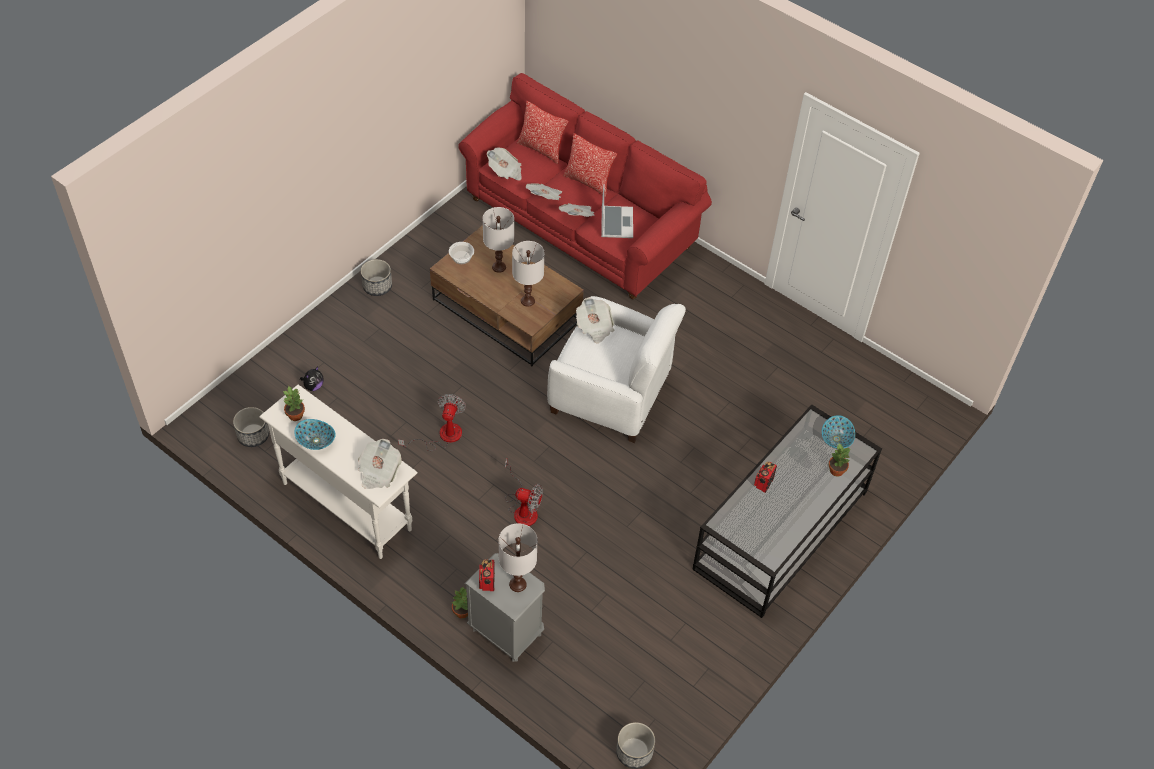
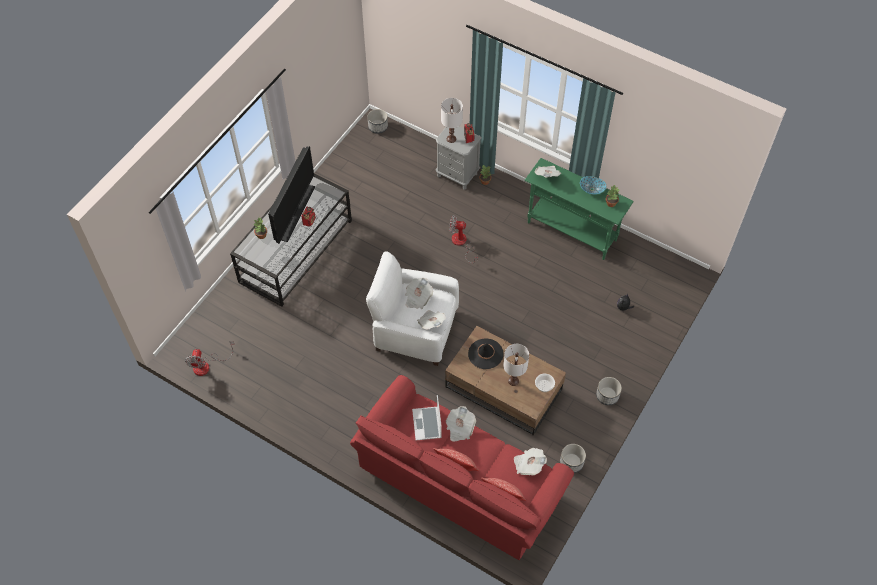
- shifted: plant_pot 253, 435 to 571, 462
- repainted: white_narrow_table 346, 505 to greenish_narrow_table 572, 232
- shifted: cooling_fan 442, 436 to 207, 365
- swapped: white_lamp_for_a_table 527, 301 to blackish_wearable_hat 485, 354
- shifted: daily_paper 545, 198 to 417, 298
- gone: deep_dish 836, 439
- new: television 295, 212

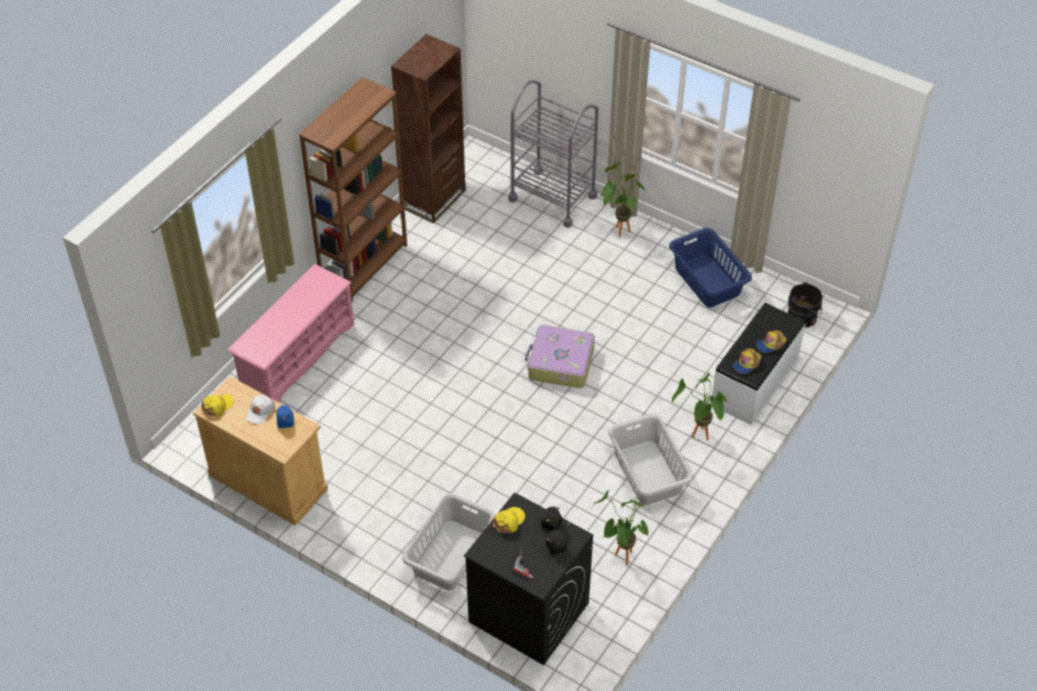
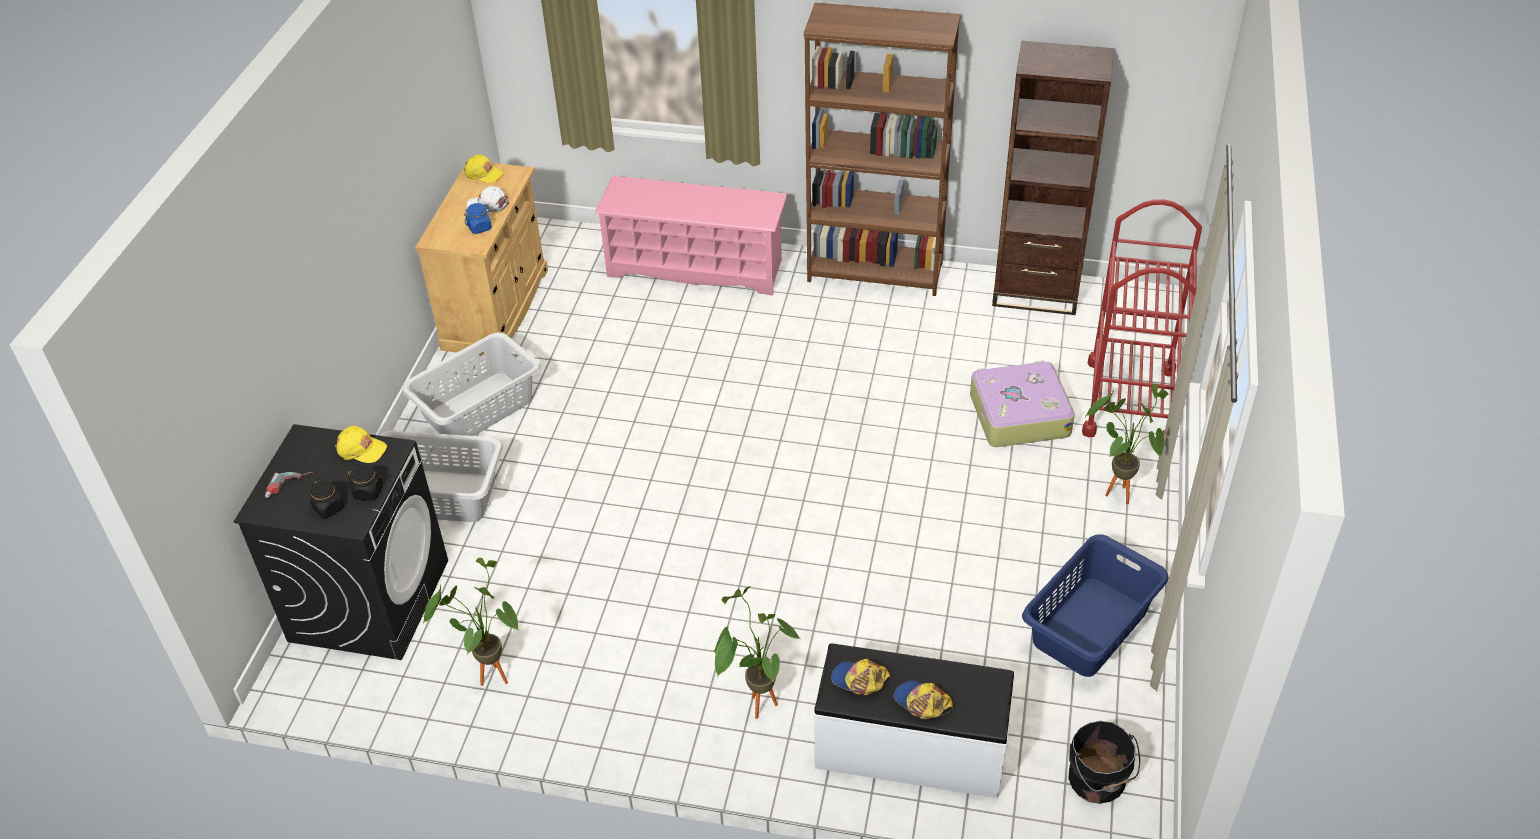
- repainted: greyish_wheeled_cart 552, 198 to red_wheeled_cart 1129, 402
- shifted: travel_case 560, 363 to 1018, 414
- shifted: greyish_hamper 647, 473 to 477, 408

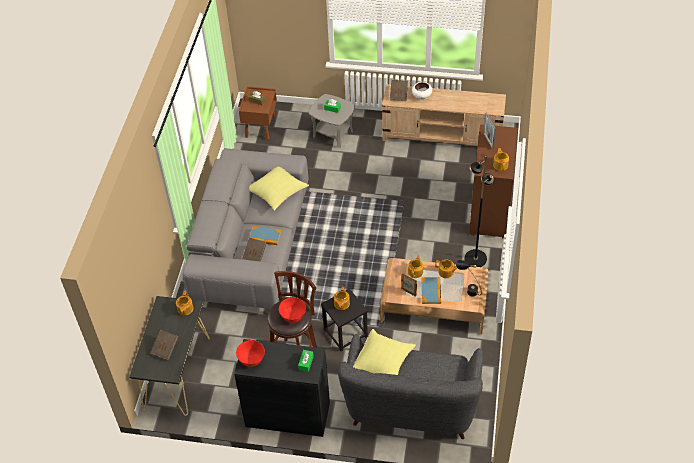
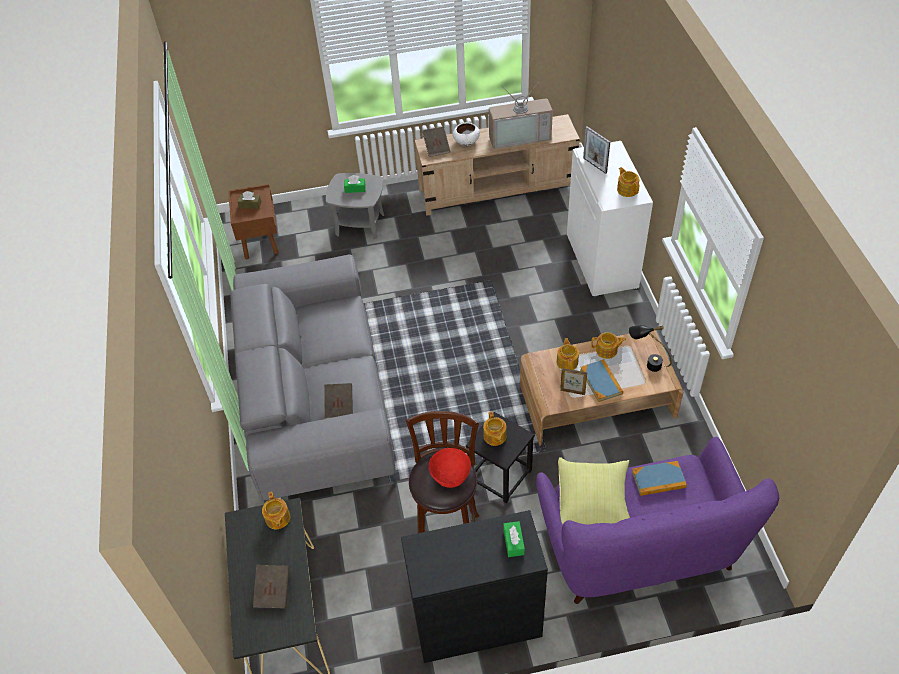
- gone: red_deep_dish 252, 360
- gone: yellow_throw_pillow 277, 193
- shifted: bound_book 265, 236 to 658, 480
- repainted: greyish_settee 411, 406 to purple-coloured_settee 639, 547
- gone: blackish_floor_lamp 475, 258
- repainted: brown_cupboard 490, 211 to white_cupboard 603, 262
- new: television 519, 135

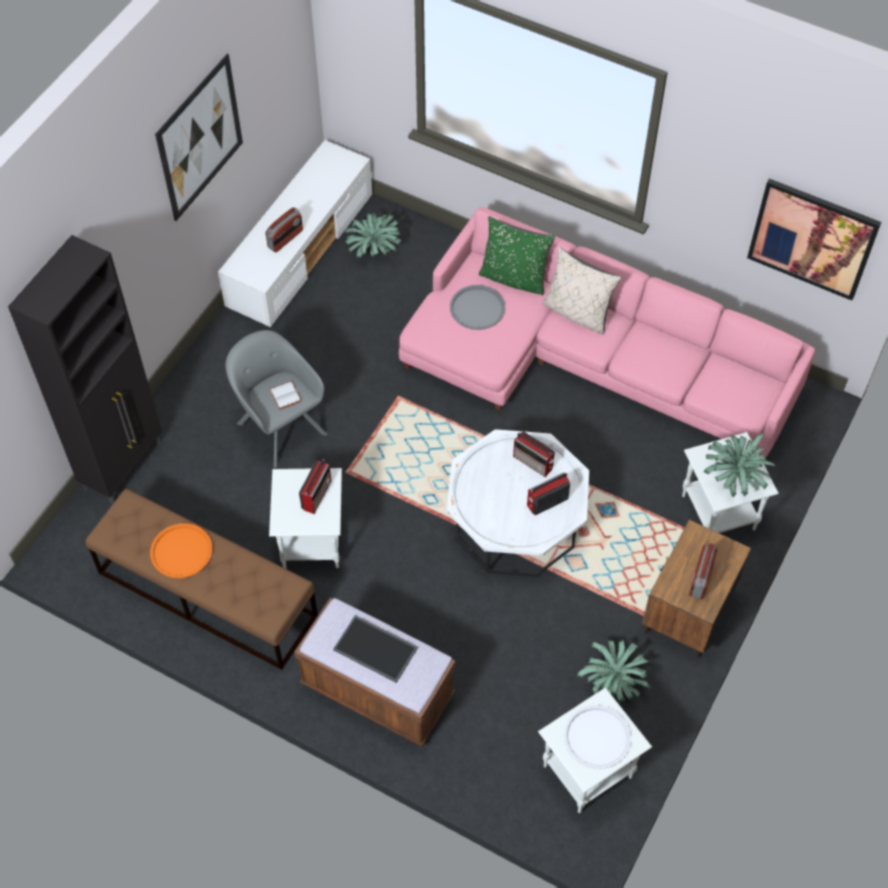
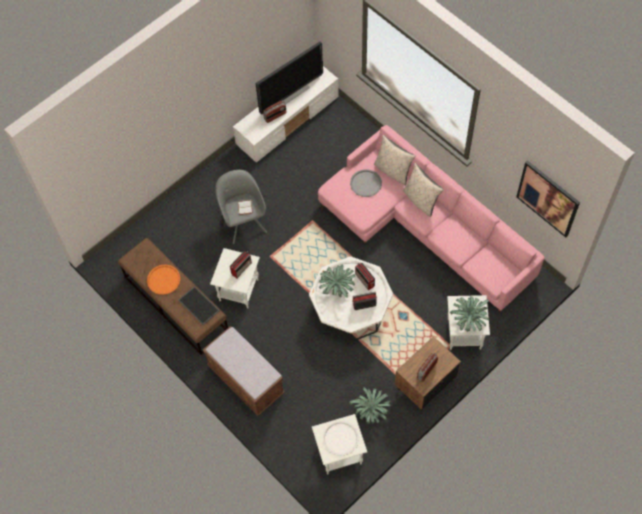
- gone: blackish_cupboard 124, 465
- gone: wall_art 200, 138
- shifted: tray 376, 648 to 199, 305
- shifted: houseplant 374, 249 to 337, 287
- repainted: greenish_throw_pillow 514, 278 to beige_throw_pillow 393, 171
- new: television 290, 94

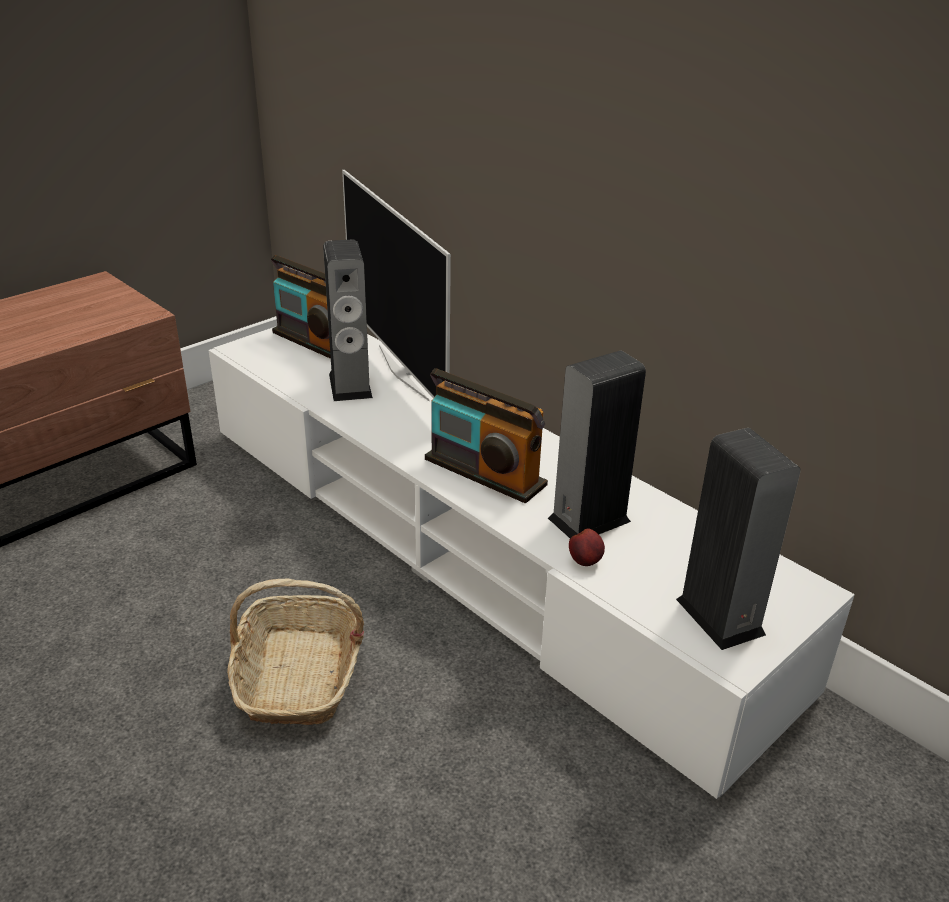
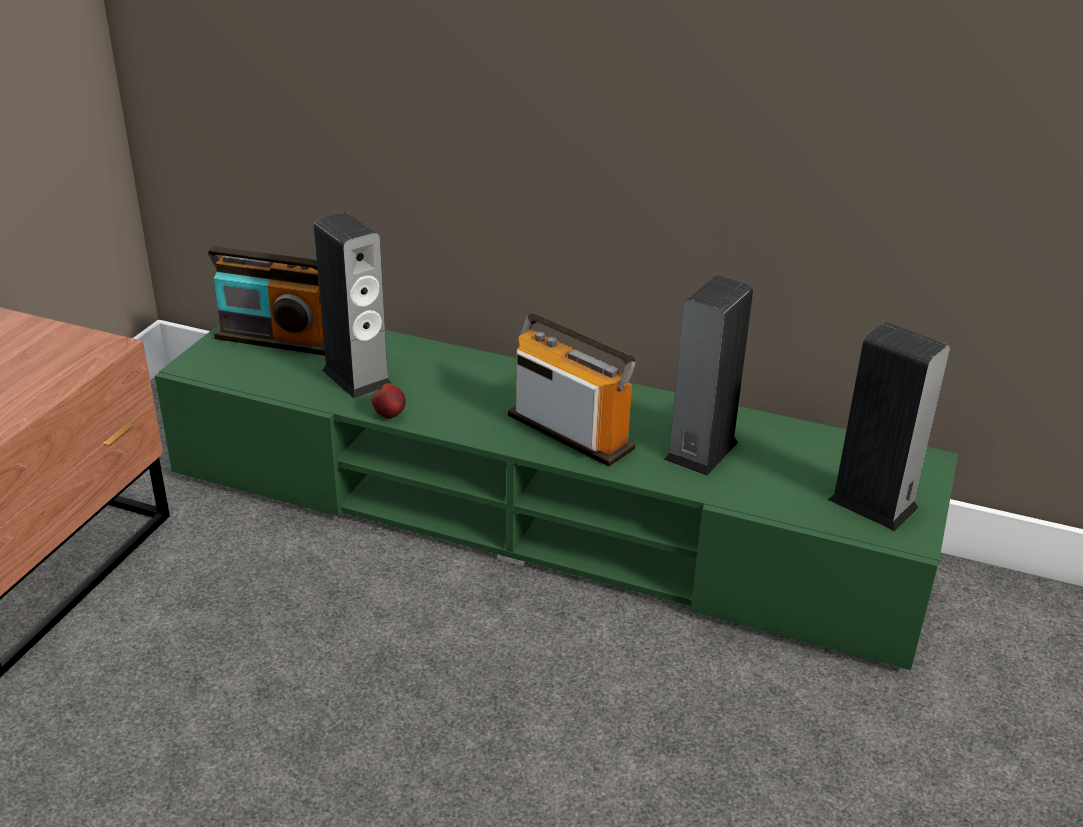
- repainted: white_tv_unit 473, 547 to greenish_tv_unit 540, 518
- gone: basket 298, 676
- gone: television 405, 372
- rotated: radio_set 484, 472 = 570, 432 150 degrees counterclockwise
- shifted: apple_fruit 586, 562 to 390, 415

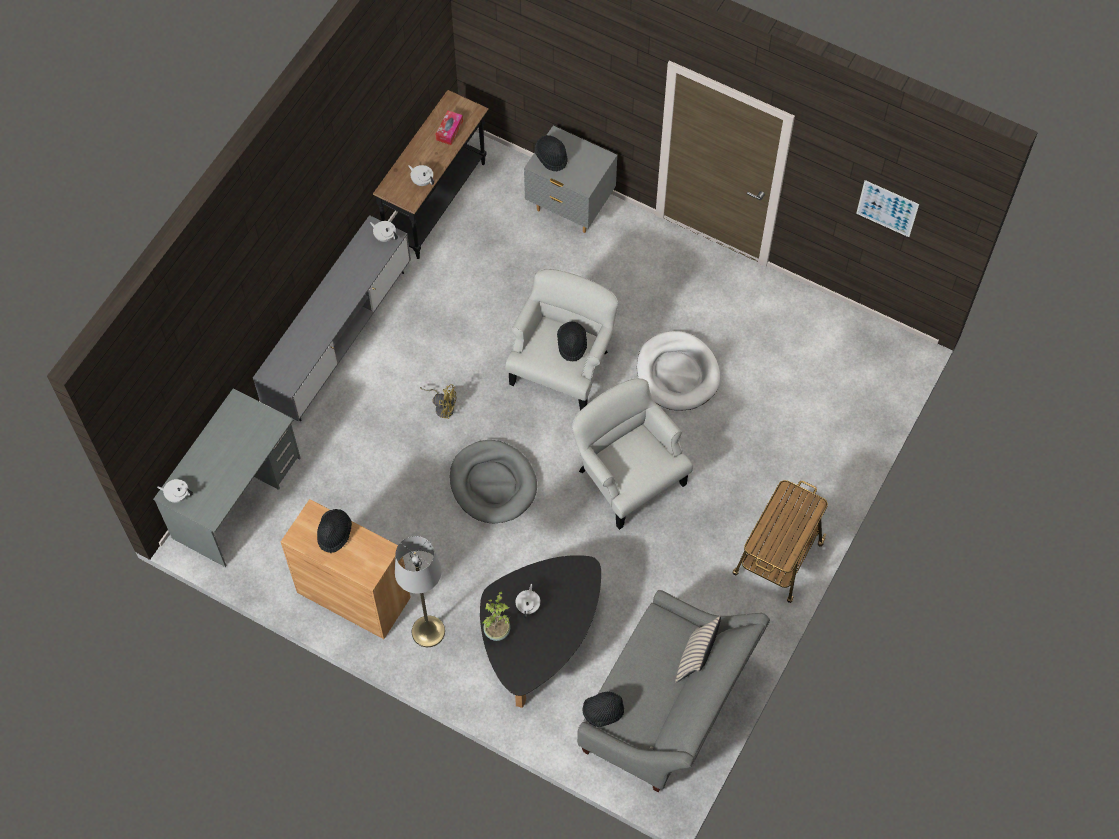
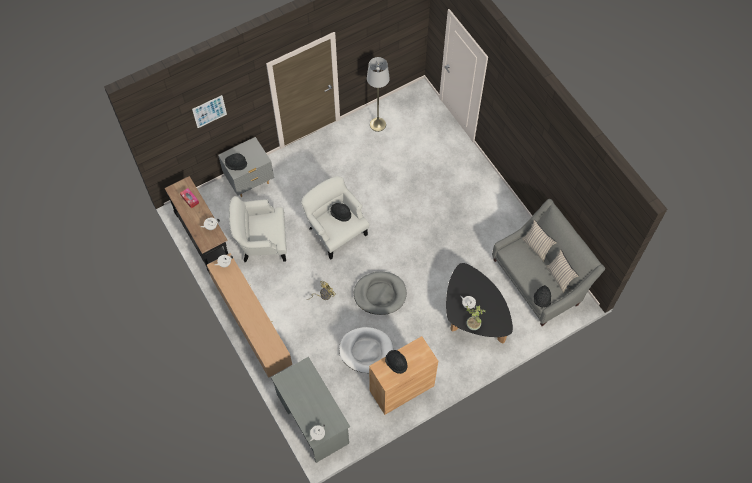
- repainted: greyish_tv_unit 339, 339 to brown_tv_unit 252, 324
- shifted: greyish_floor_lamp 428, 631 to 377, 124
- shifted: white_lounge_chair 628, 476 to 262, 243
- shifted: white_pet_bed 677, 373 to 366, 351
- gone: wheeled_cart 777, 560
- shifted: wall_art 887, 208 to 209, 111
- new: beige_throw_pillow 559, 277

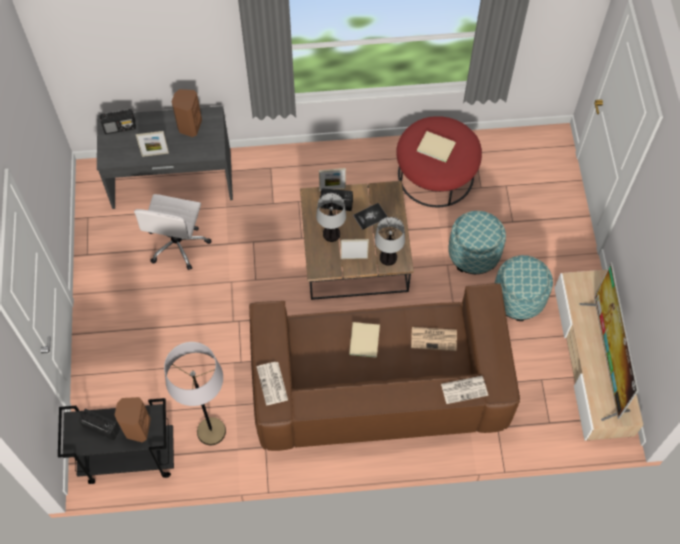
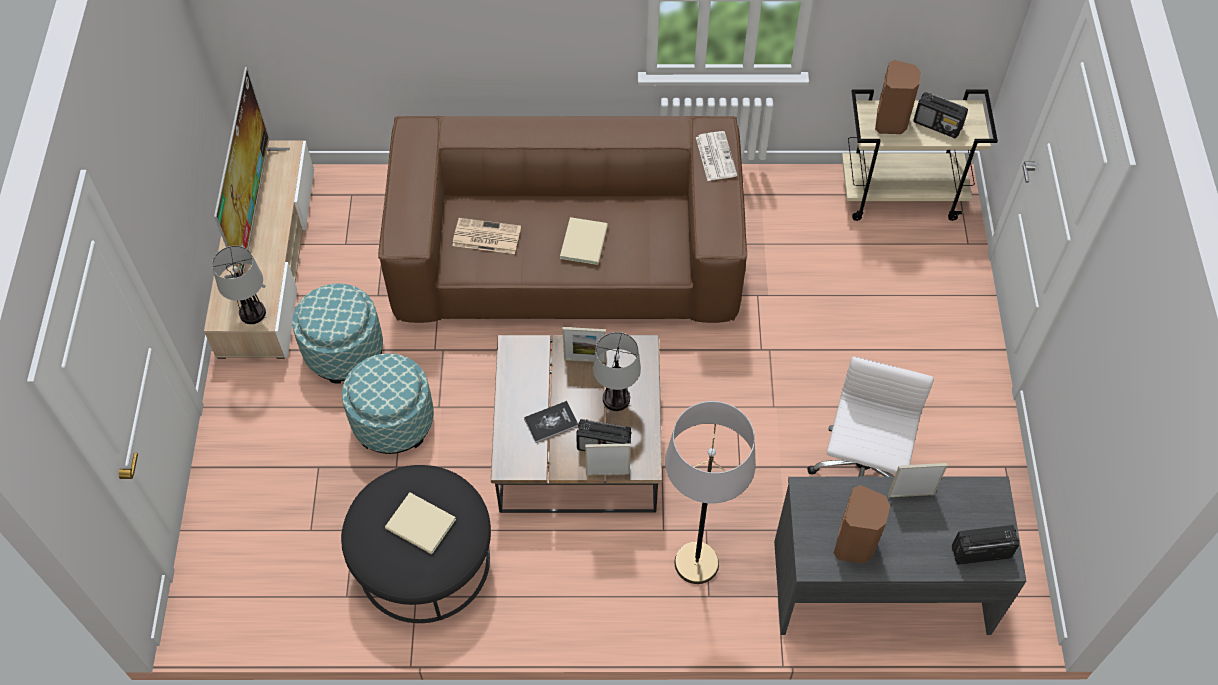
- repainted: blackish_wheeled_cart 128, 458 to beige_wheeled_cart 901, 194
- shifted: greyish_floor_lamp 211, 431 to 696, 563
- shifted: lamp_for_a_table 388, 257 to 252, 314
- repainted: red_ottoman 436, 174 to blackish_ottoman 423, 560
- gone: daily_paper 464, 389

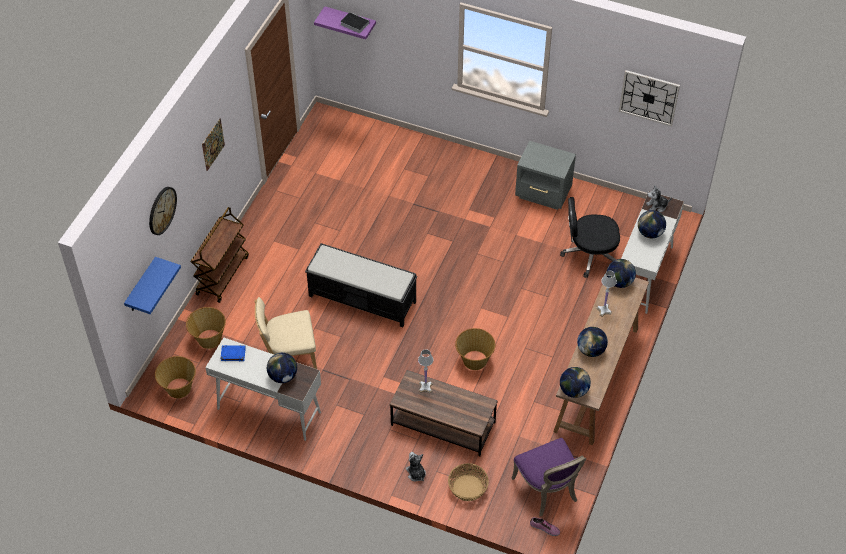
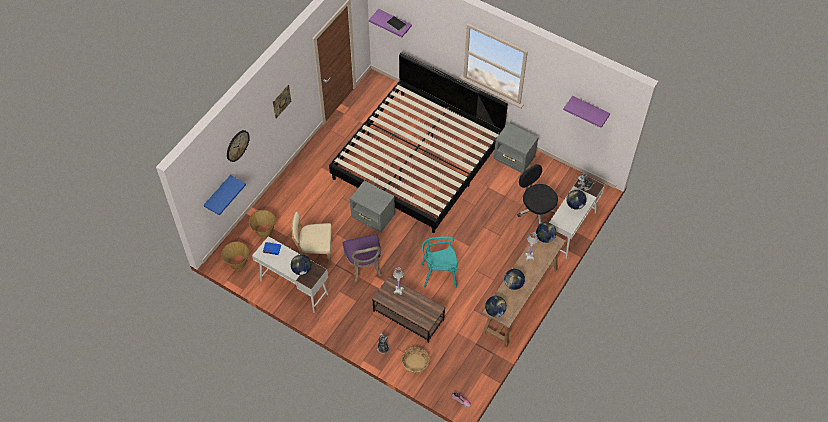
- gone: brown_wheeled_cart 222, 275
- swapped: blackish_indoor_bench 363, 299 to greyish_bedside_table 373, 218
- swapped: basket 474, 360 to turquoise-coloured_plain_chair 439, 274
- shifted: purple-coloured_plain_chair 548, 490 to 364, 266
- rotated: blackish_desk_chair 589, 255 = 536, 209 45 degrees clockwise
- swapped: hanging_clock 649, 97 to purple-coloured_shelf 590, 109
- new: bed 417, 160

